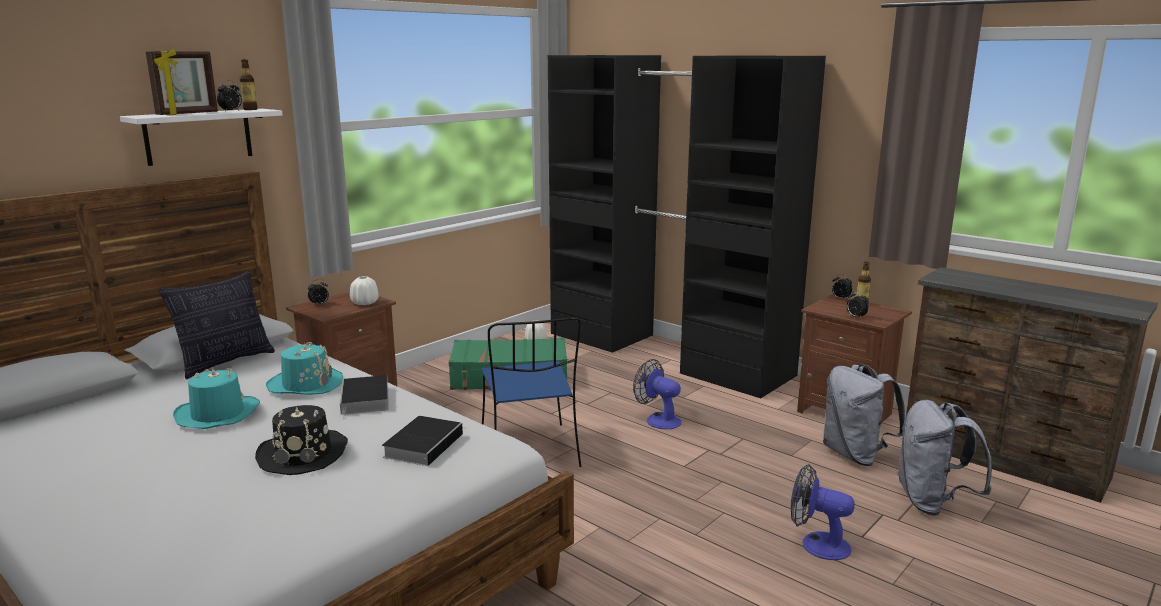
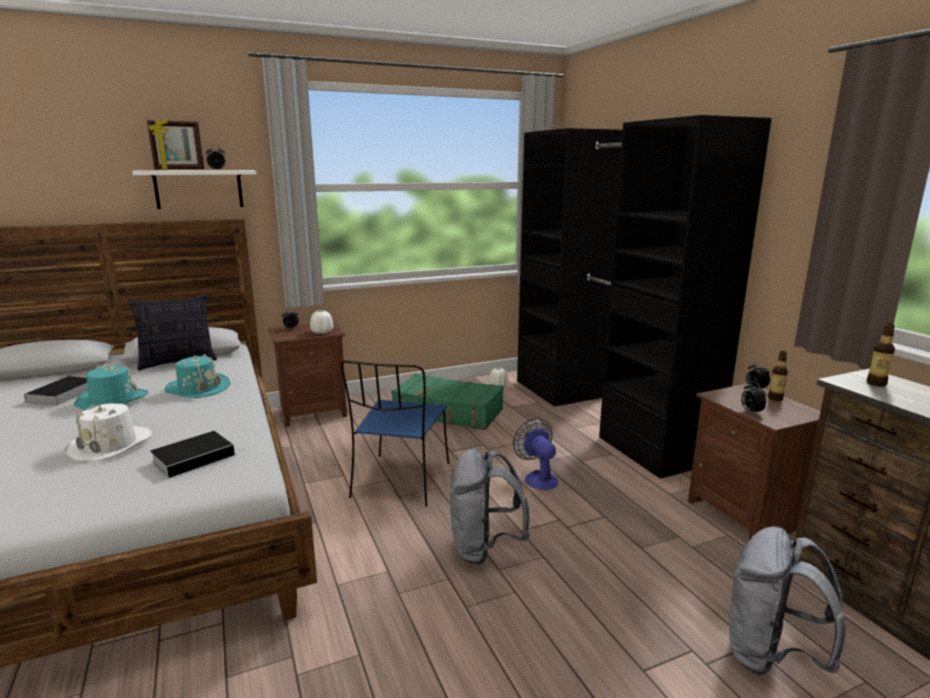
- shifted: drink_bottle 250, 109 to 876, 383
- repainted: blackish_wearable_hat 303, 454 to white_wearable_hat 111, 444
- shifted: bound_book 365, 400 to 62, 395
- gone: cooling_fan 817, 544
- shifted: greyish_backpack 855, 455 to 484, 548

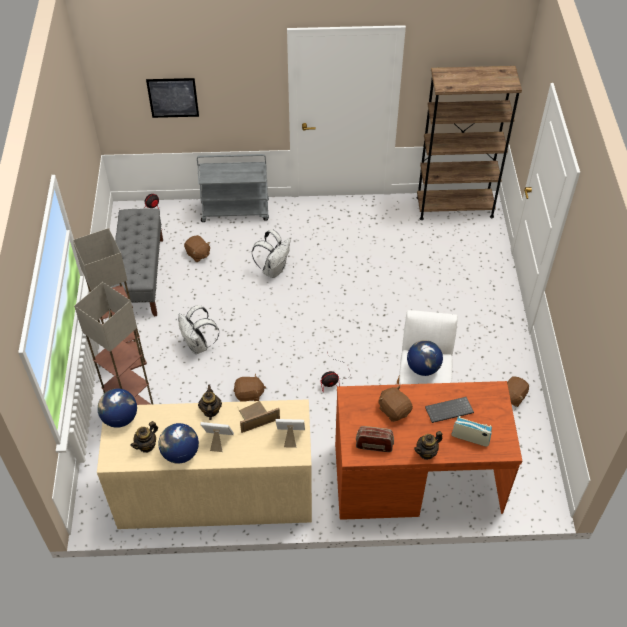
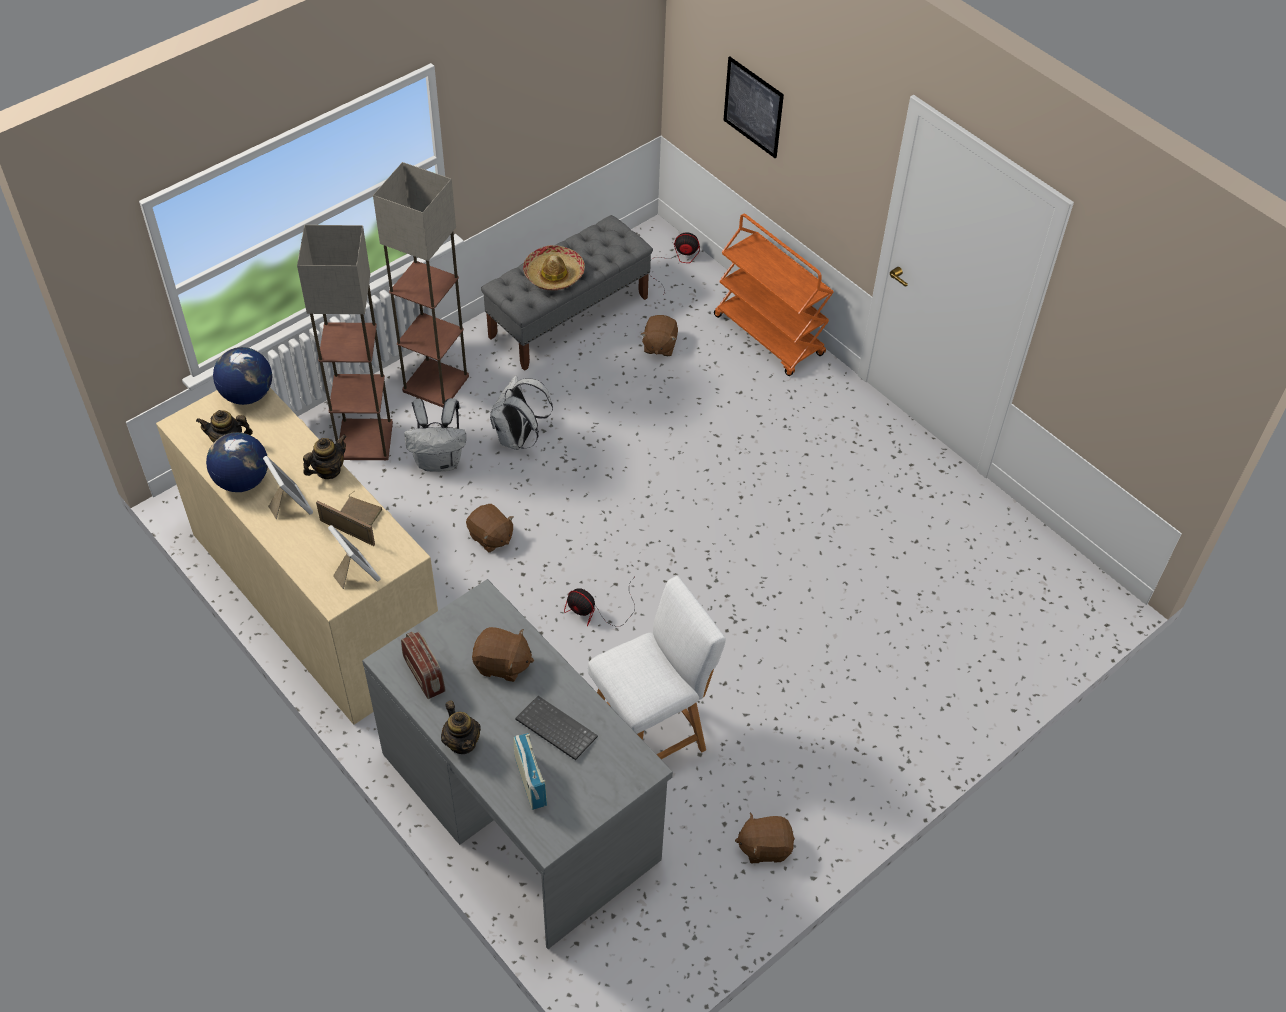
- repainted: greyish_wheeled_cart 236, 211 to orangey_wheeled_cart 769, 336
- shifted: white_backpack 273, 269 to 439, 461
- repainted: brown_desk 416, 477 to greyish_desk 520, 804
- rotated: brown_cuddly_toy 394, 410 = 502, 664 90 degrees clockwise
- gone: desk_globe 423, 368
- rotated: pot_for_tea 427, 452 = 462, 742 135 degrees counterclockwise
- gone: brown_bookshelf 454, 207
- new: wearable_hat 554, 274

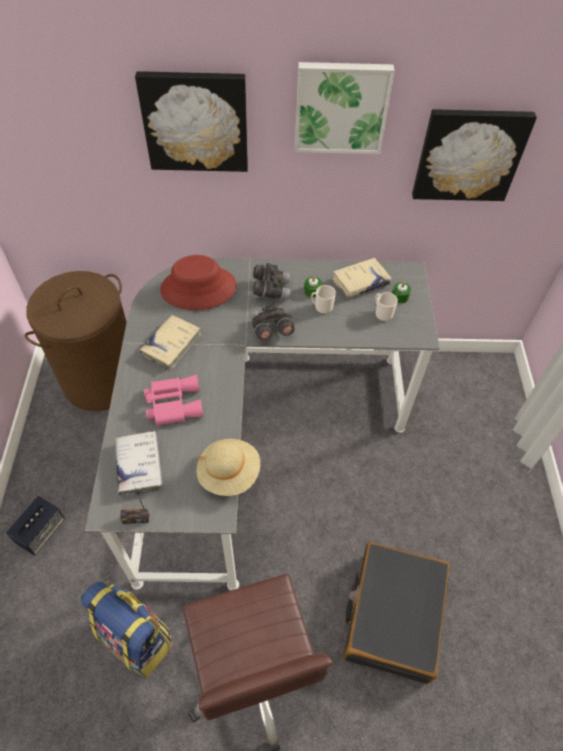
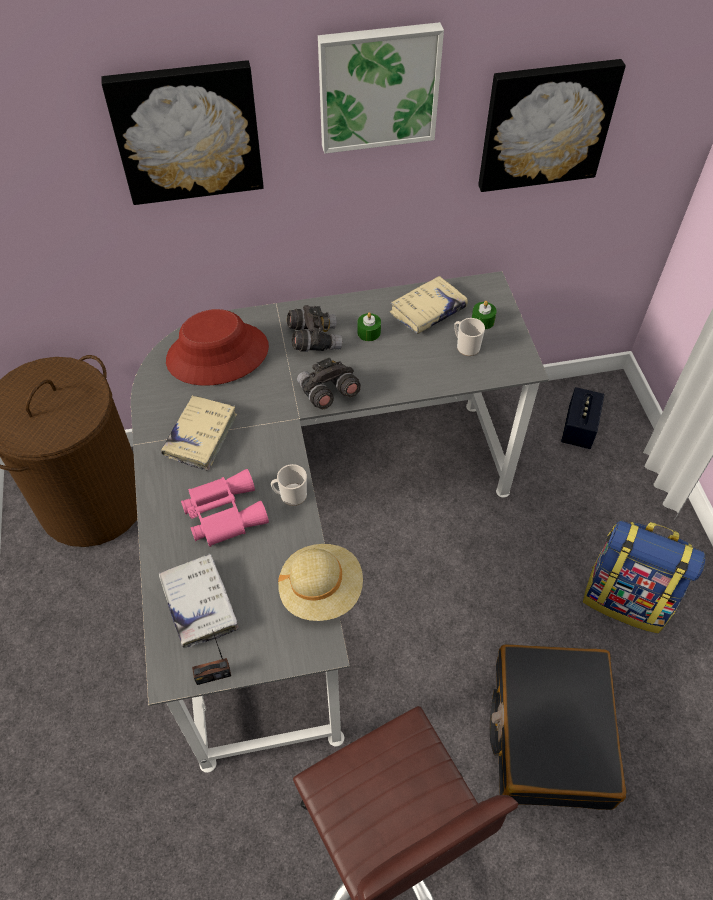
- shifted: audio_speaker 41, 531 to 578, 428
- shifted: backpack 137, 638 to 627, 598
- shifted: coffee_mug 321, 307 to 290, 495

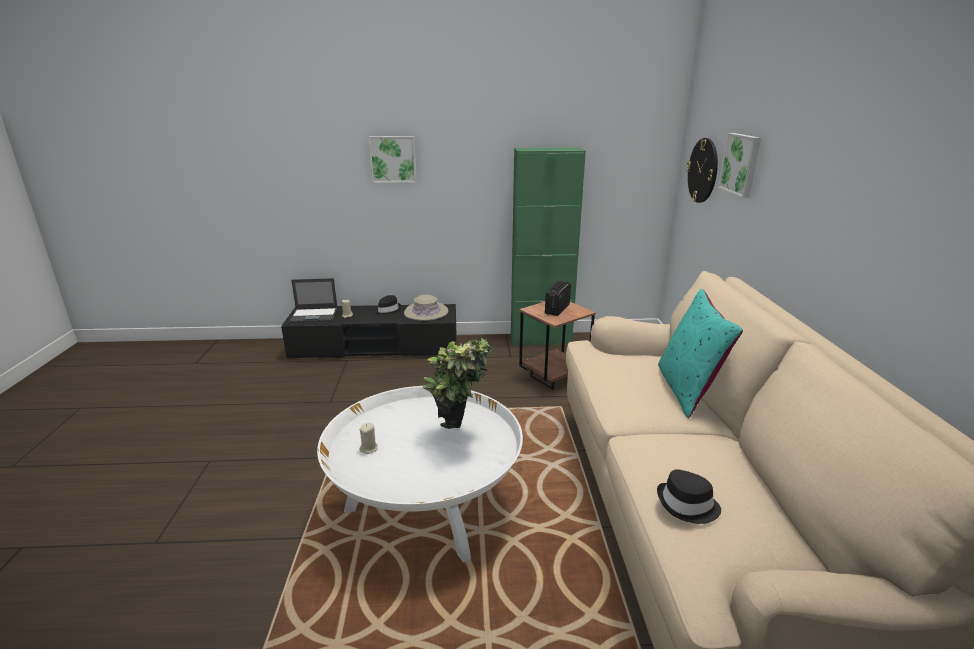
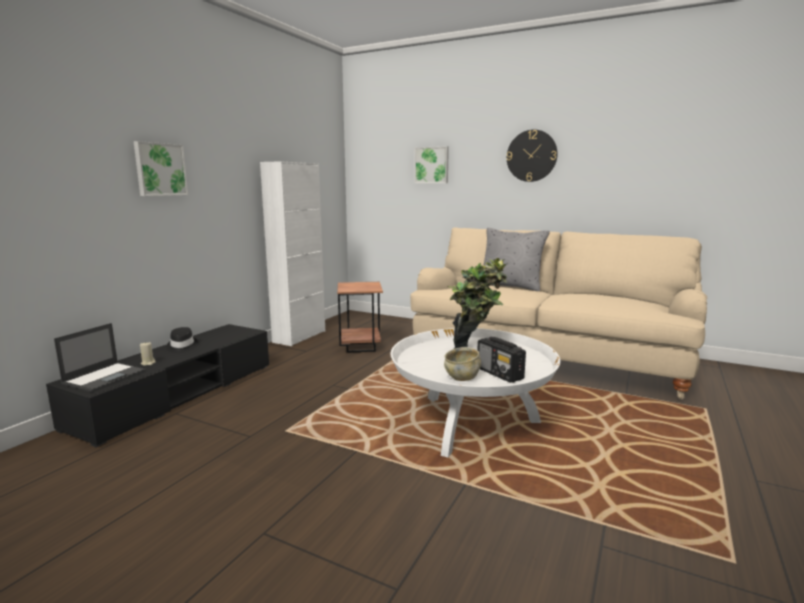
- swapped: beige_wax_candle 369, 448 to beige_deep_dish 462, 377
- gone: beige_wearable_hat 426, 312
- repainted: greenish_cupboard 540, 339 to white_cupboard 299, 336
- shifted: radio_set 557, 309 to 500, 374
- gone: blackish_wearable_hat 687, 505
- repainted: turquoise-coloured_throw_pillow 688, 390 to greyish_throw_pillow 510, 286
- shifted: hanging_clock 703, 170 to 531, 156

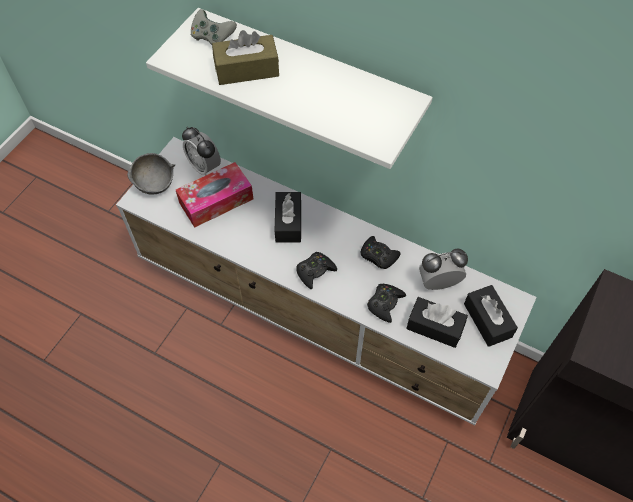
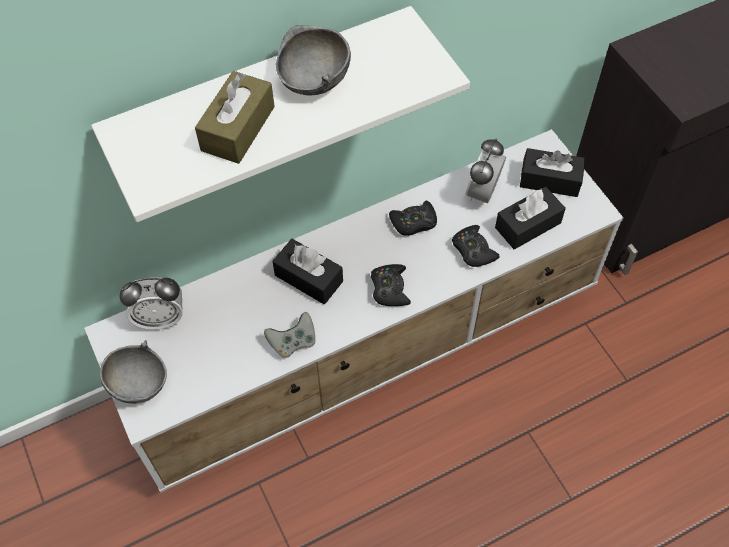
- gone: box_of_tissues 216, 201
- shifted: greyish_game_controller 212, 38 to 293, 342
- new: greyish_deep_dish 313, 81

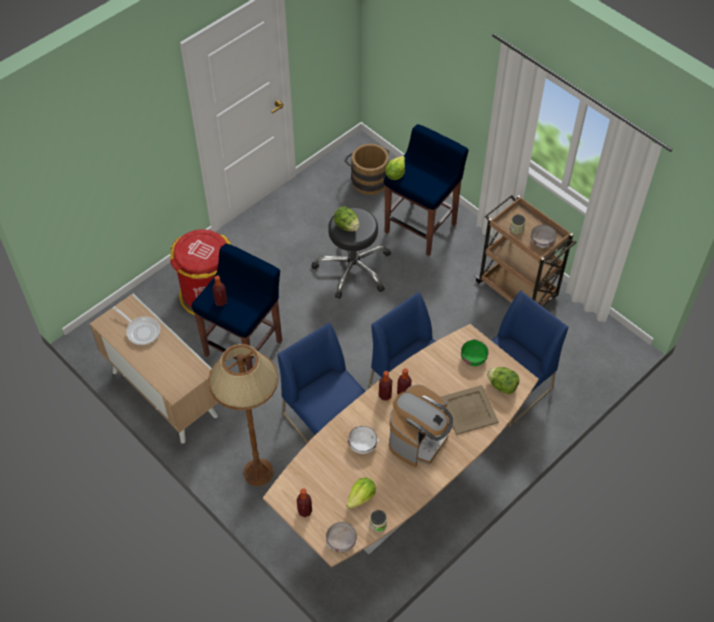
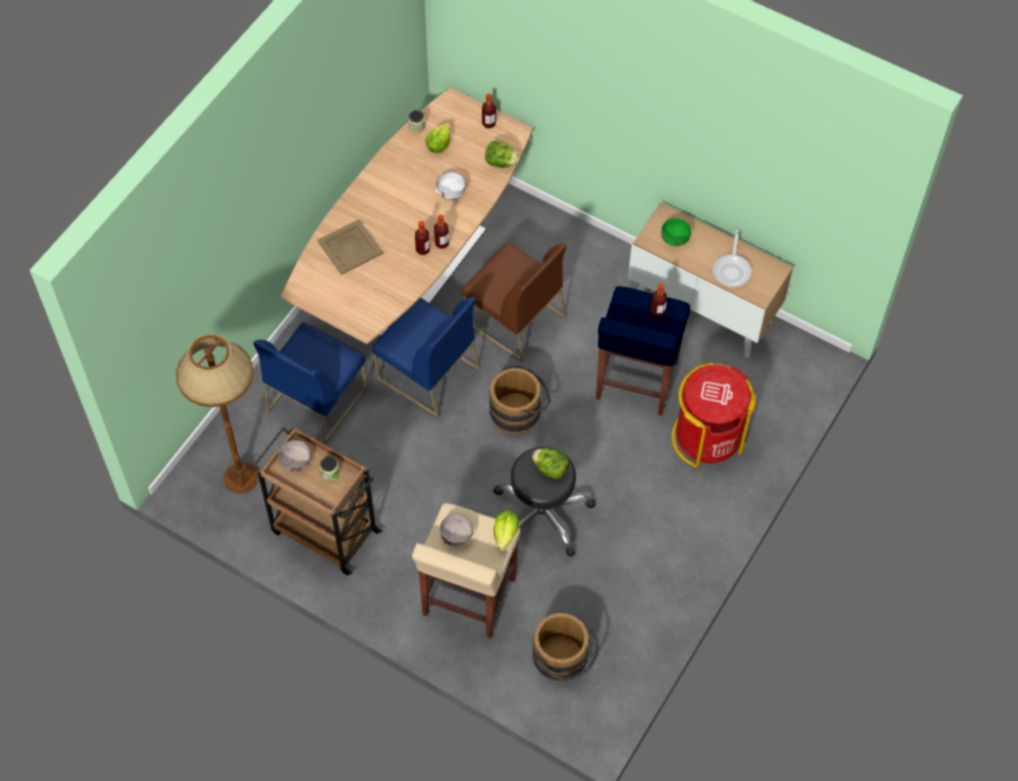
- rotated: frying_pan 141, 331 = 732, 270 105 degrees counterclockwise
- shifted: brown_floor_lamp 258, 472 to 241, 477
- repainted: blue_plain_chair 327, 420 to brown_plain_chair 513, 320
- shifted: greyish_deep_dish 341, 541 to 456, 535
- repainted: blue_stool_seat 421, 227 to beige_stool_seat 468, 598
- gone: coffee_machine 418, 440
- shifted: greenish_deep_dish 473, 358 to 675, 237
- shifted: lettuce_head 502, 386 to 501, 162
- new: brown_pail 519, 411

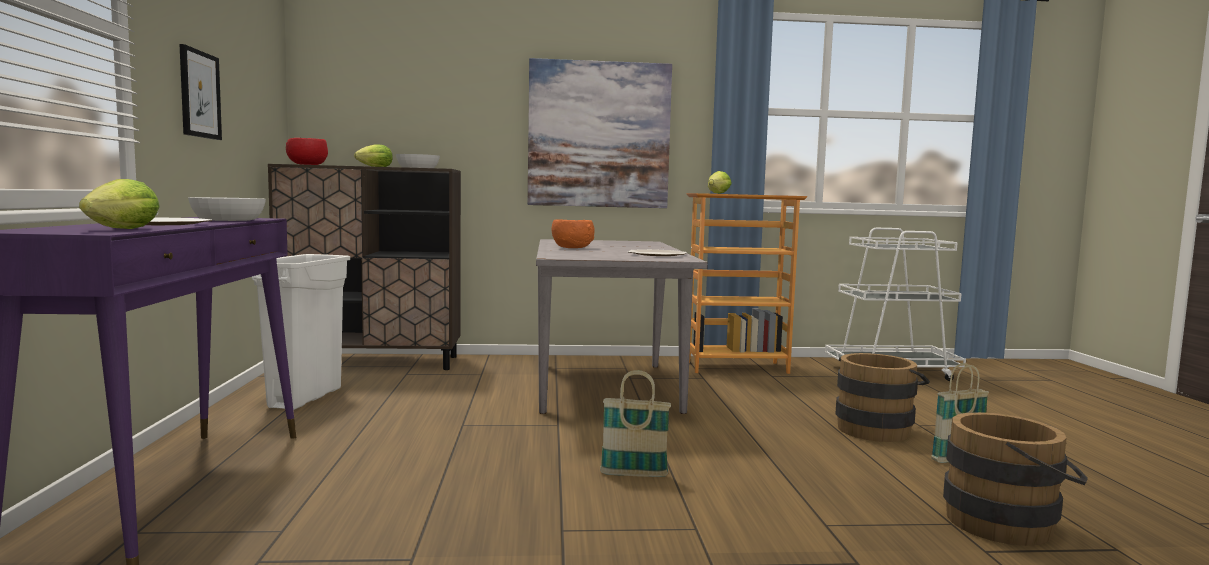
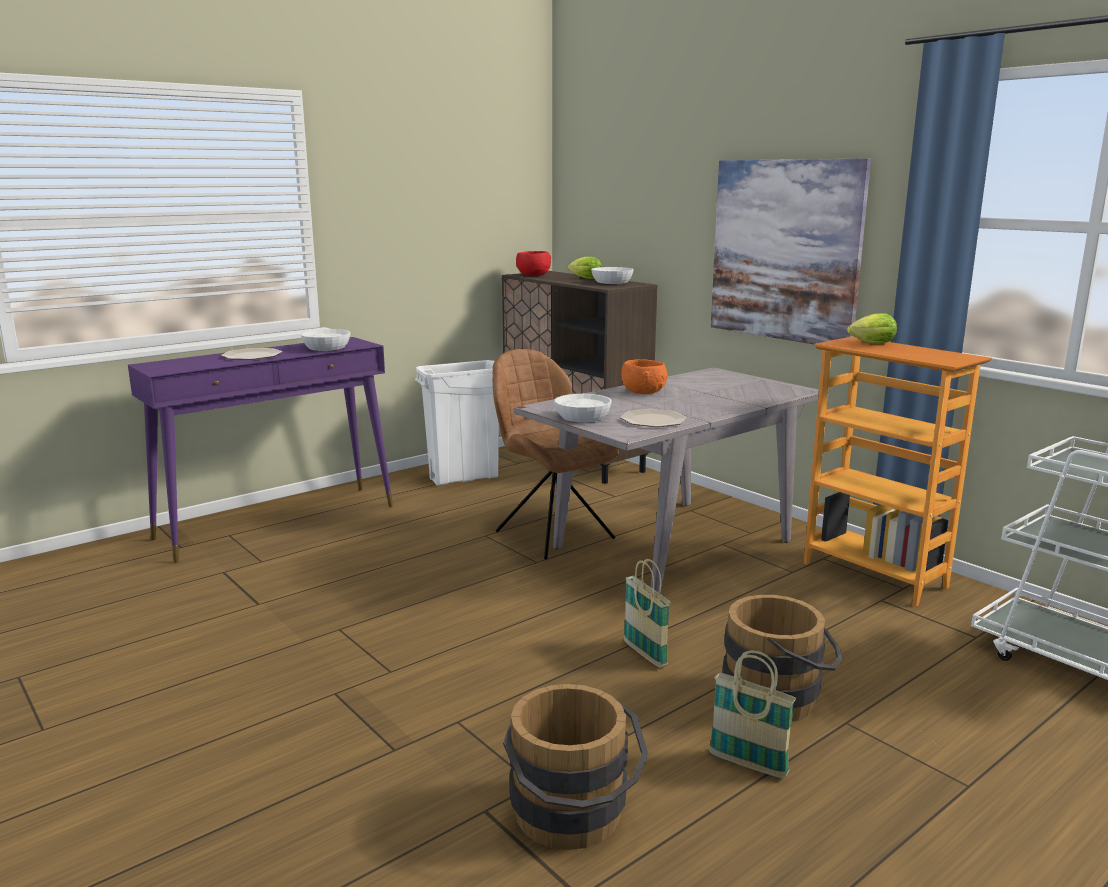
- gone: lettuce_head 119, 229
- gone: wall_art 199, 94
- shifted: basket 634, 474 to 644, 654
- new: brown_plain_chair 552, 533
- new: white_deep_dish 582, 418

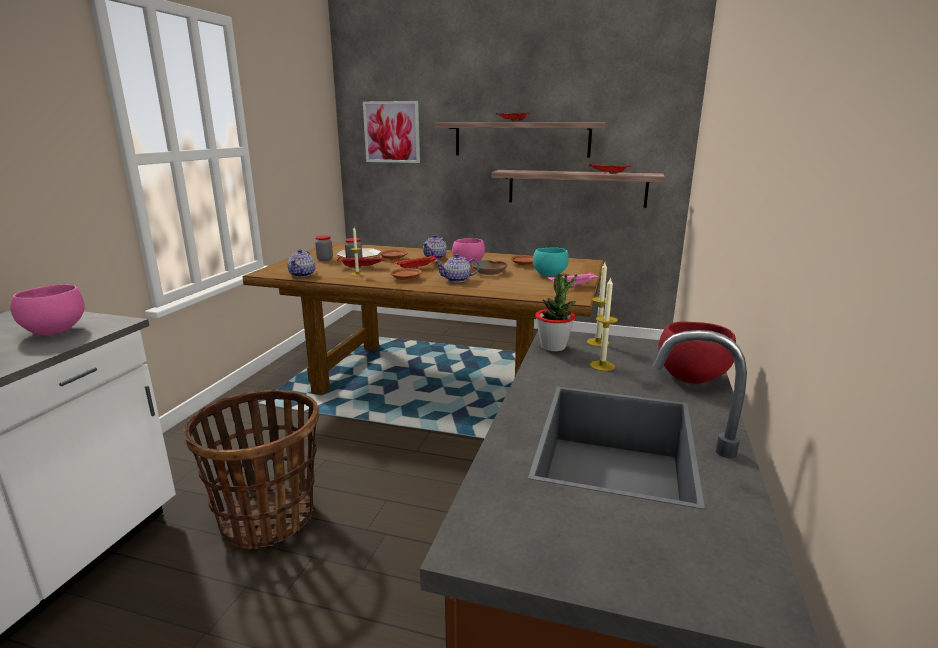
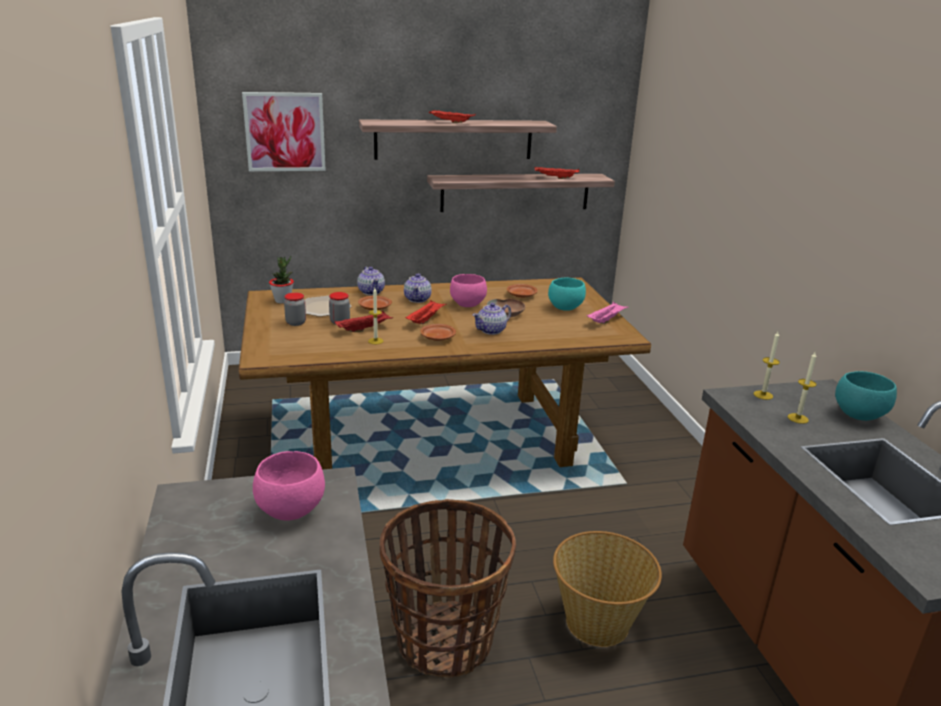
- shifted: pot_for_tea 302, 275 to 371, 292
- shifted: houseplant 553, 347 to 283, 301
- repainted: red_deep_dish 690, 377 to turquoise-coloured_deep_dish 857, 414
- new: basket 598, 622

